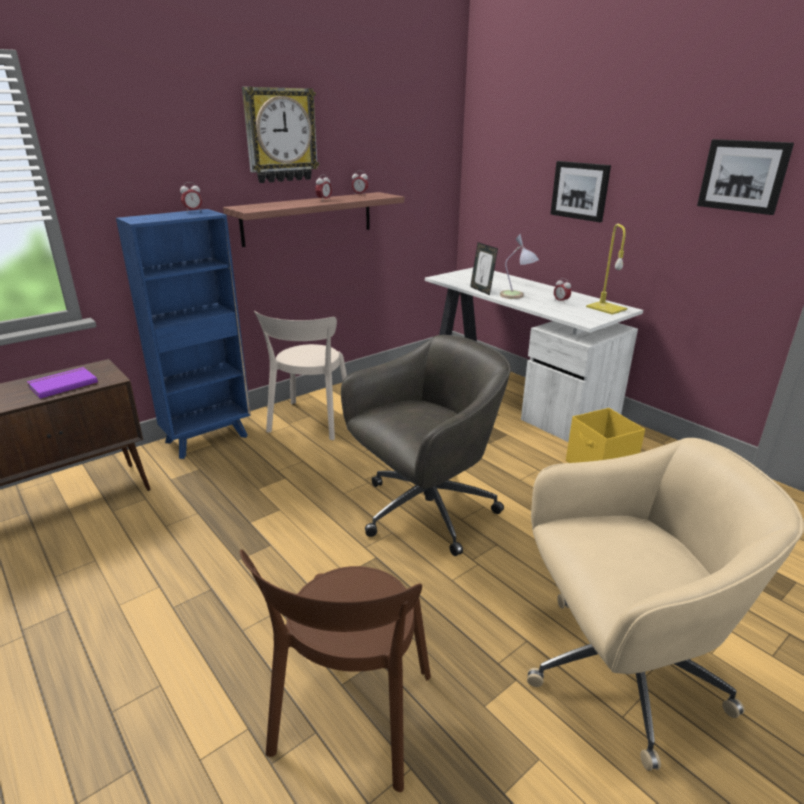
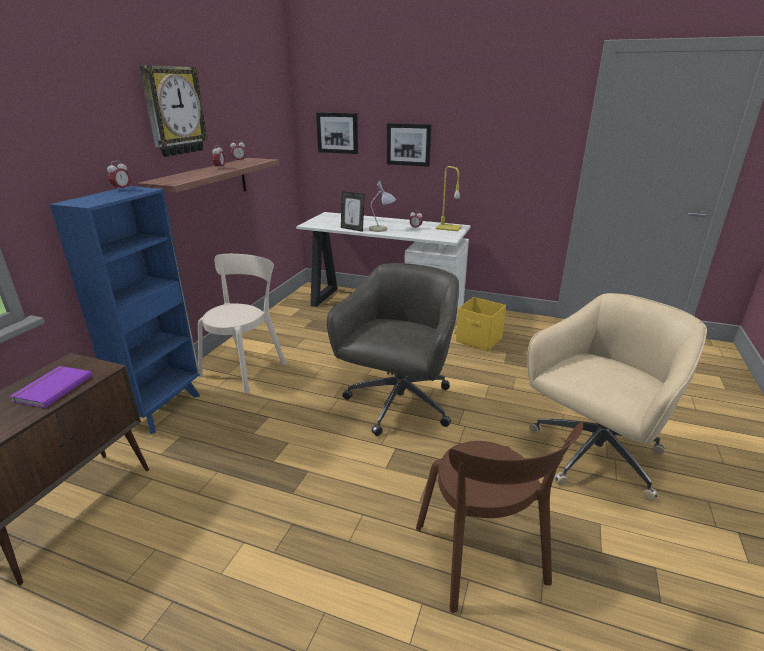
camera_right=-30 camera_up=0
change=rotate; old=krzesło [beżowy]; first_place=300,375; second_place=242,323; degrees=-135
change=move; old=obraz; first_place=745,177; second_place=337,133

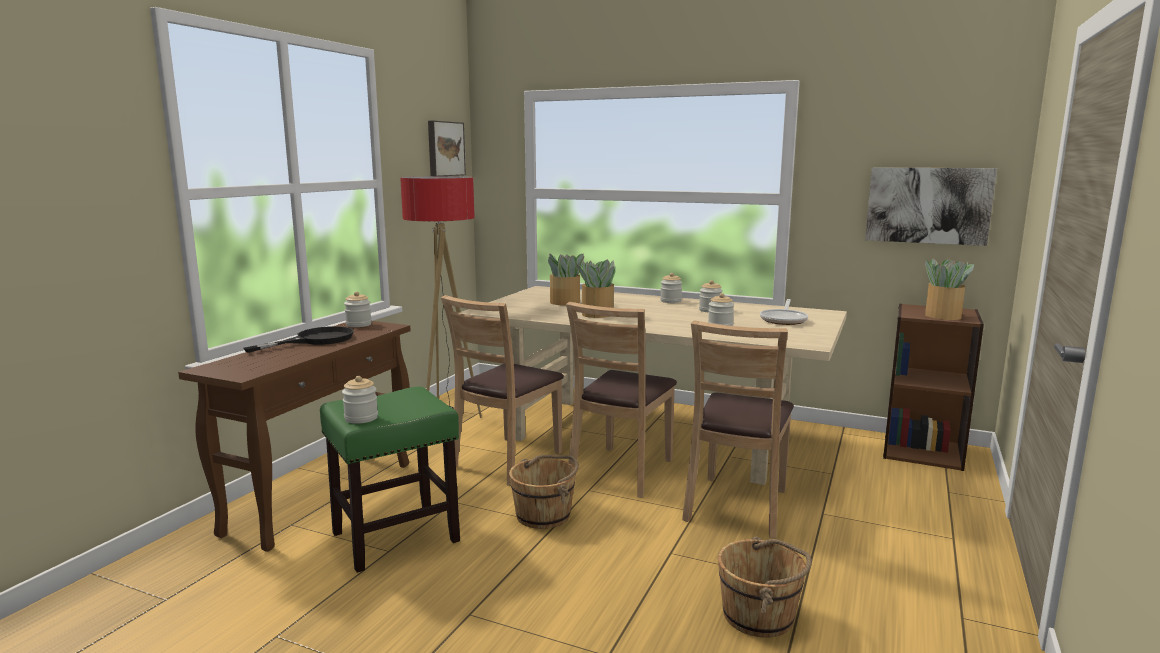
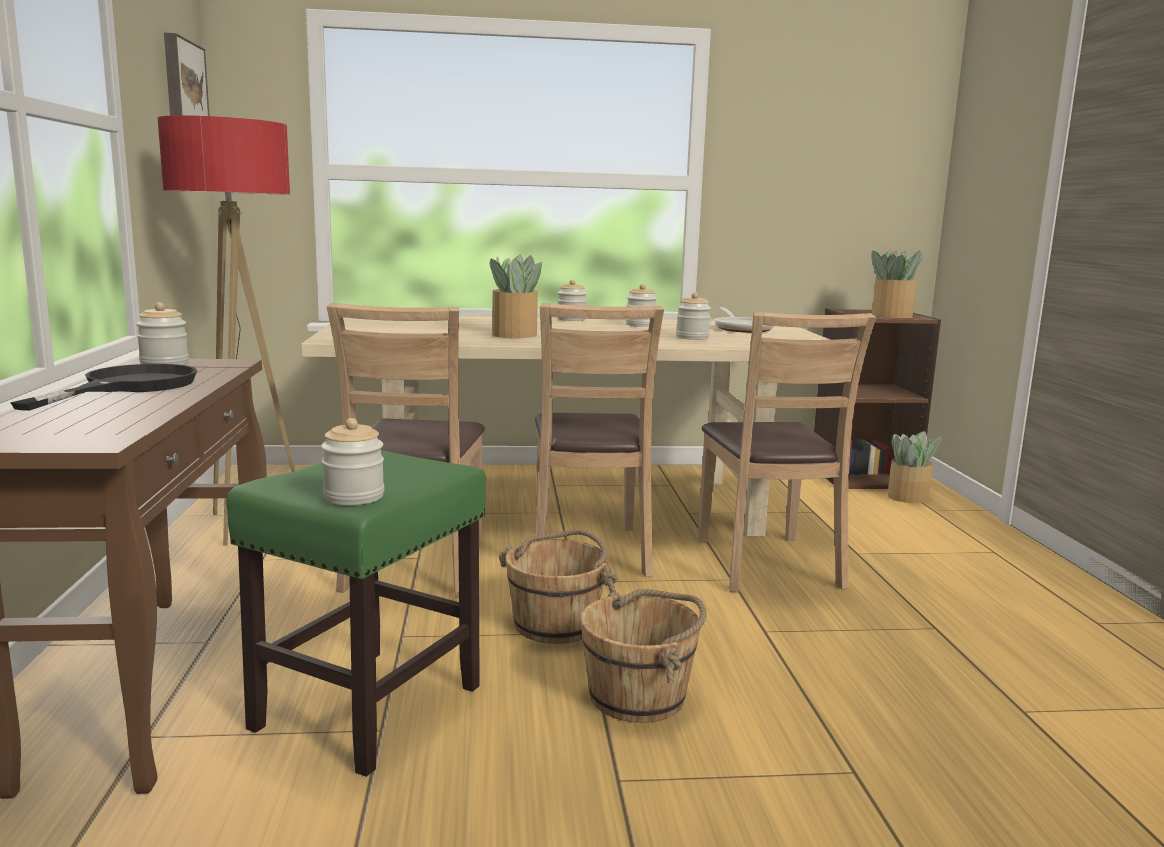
camera_right=-30 camera_up=0
change=move; old=wiadro [brązowy]; first_place=765,587; second_place=643,656
change=move; old=roślina doniczkowa; first_place=566,279; second_place=914,467
change=delete; old=obraz; first_place=931,206

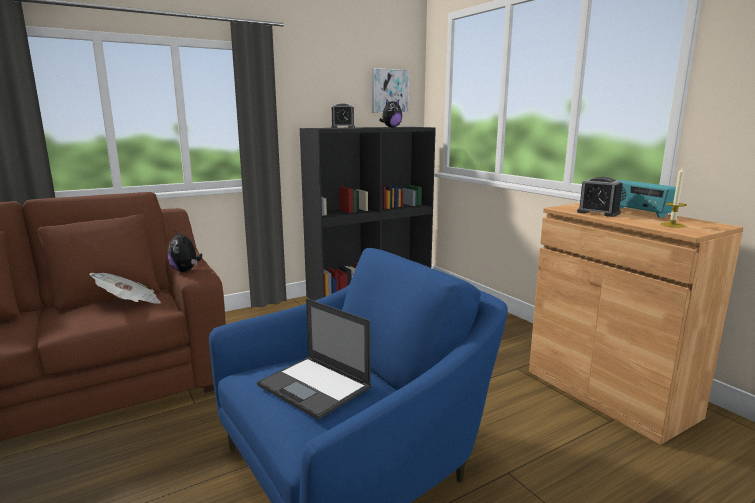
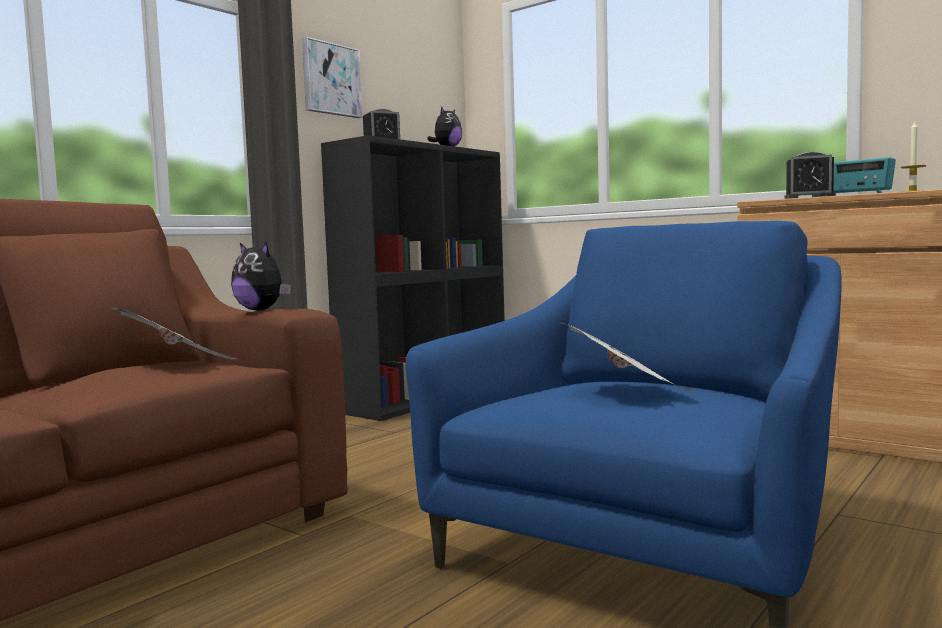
camera_right=-20 camera_up=-10
change=move; old=obraz; first_place=390,90; second_place=332,77
change=replace; old=laptop; new=gazeta; first_place=314,359; second_place=627,357

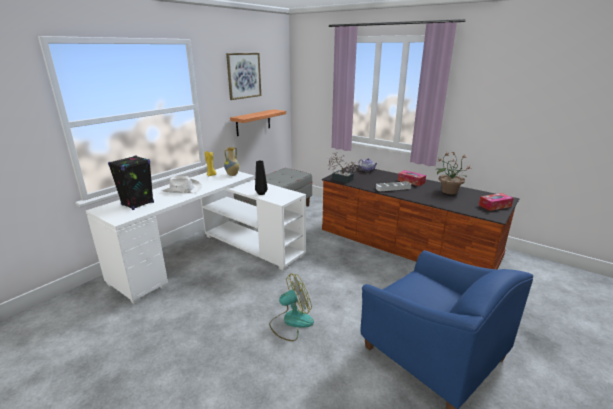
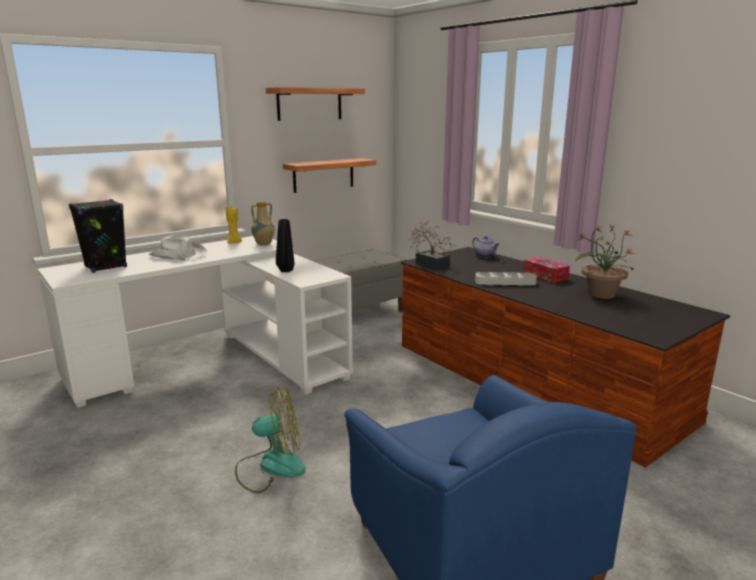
camera_right=15 camera_up=-5
change=replace; old=obraz; new=półka; first_place=243,76; second_place=315,104
change=delete; old=pudełko chusteczek; first_place=496,202

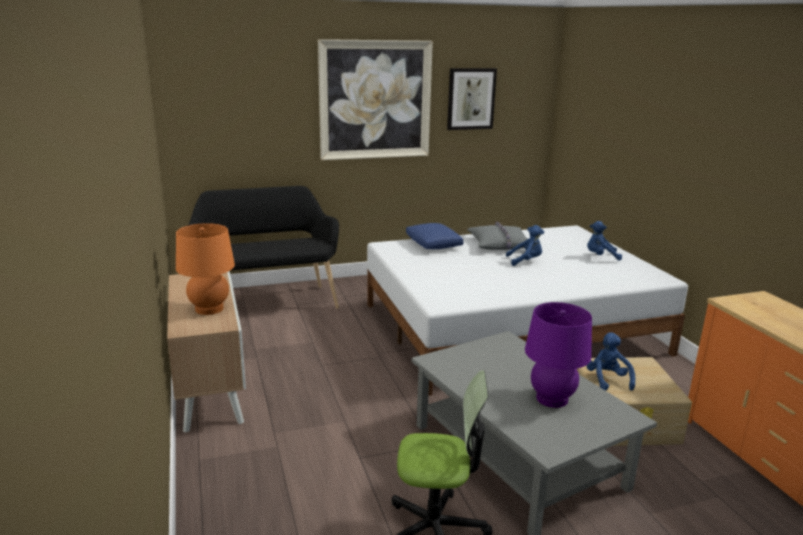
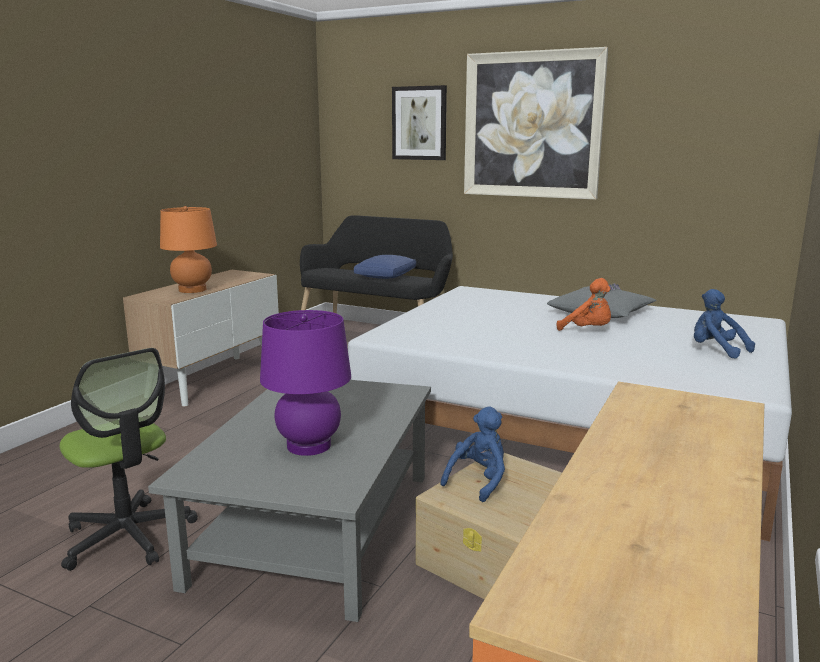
camera_right=45 camera_up=-5
change=move; old=poduszka [niebieski]; first_place=435,236; second_place=385,267
change=move; old=obraz; first_place=472,99; second_place=419,122
change=recolor; old=pluszak [niebieski]; new=pluszak [pomarańczowy]; first_place=525,245; second_place=584,304

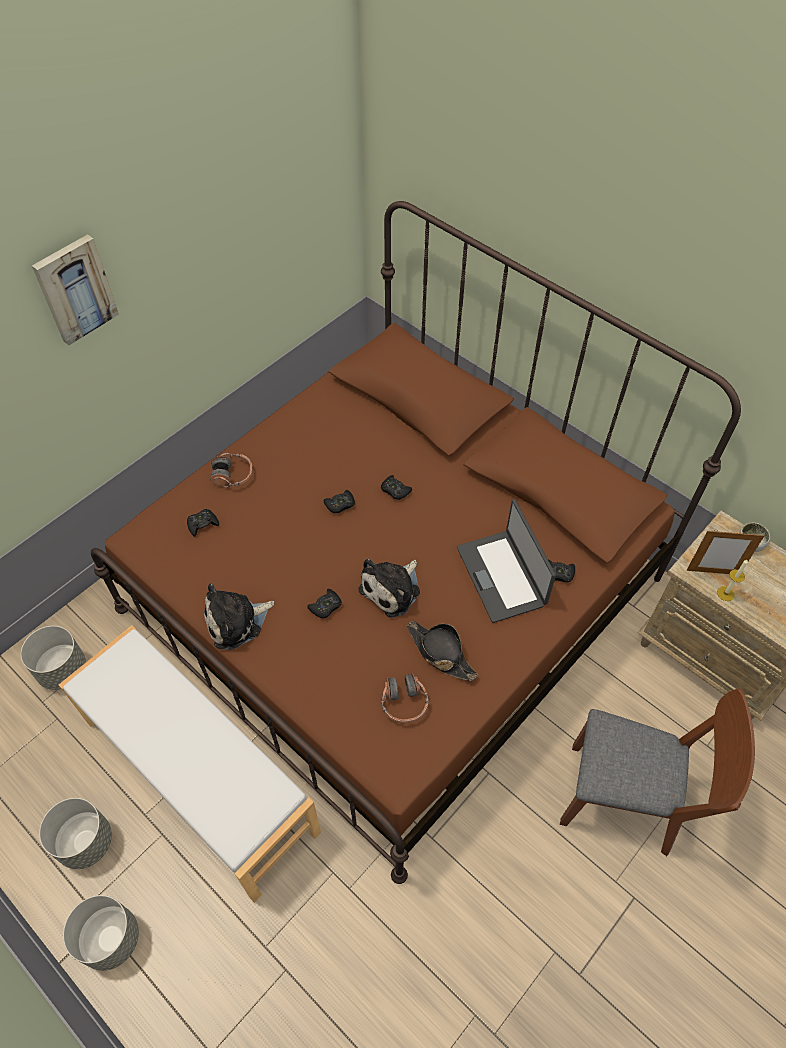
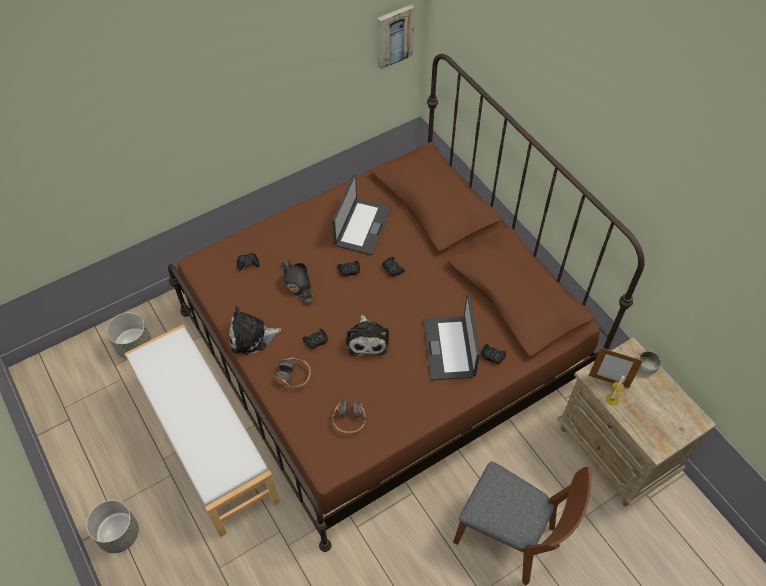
camera_right=15 camera_up=0
change=move; old=słuchawki; first_place=231,470; second_place=292,373
change=move; old=kapelusz [czarny]; first_place=442,650; second_place=297,280
change=insert; new=laptop; second_place=362,214
change=rotate; old=pluszak; first_place=389,588; second_place=367,335; degrees=-60
change=move; old=obraz; first_place=75,289; second_place=395,37
change=delete; old=donica [szary]; first_place=75,833

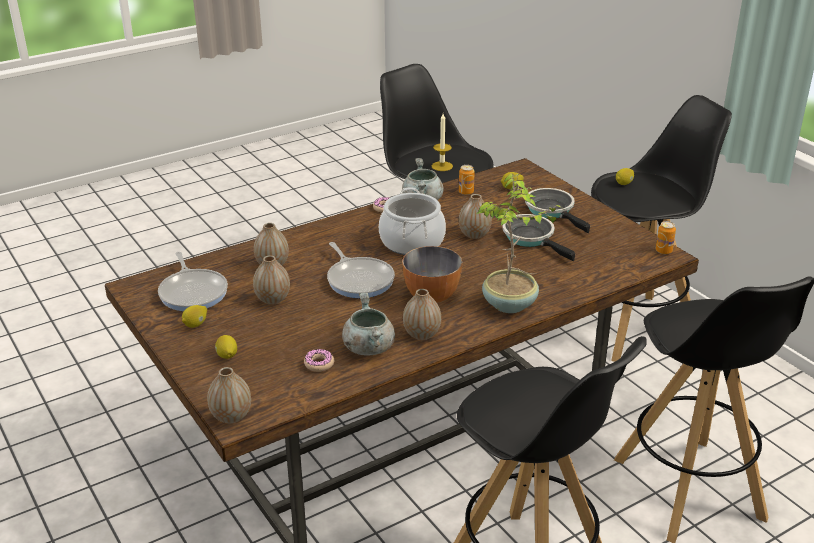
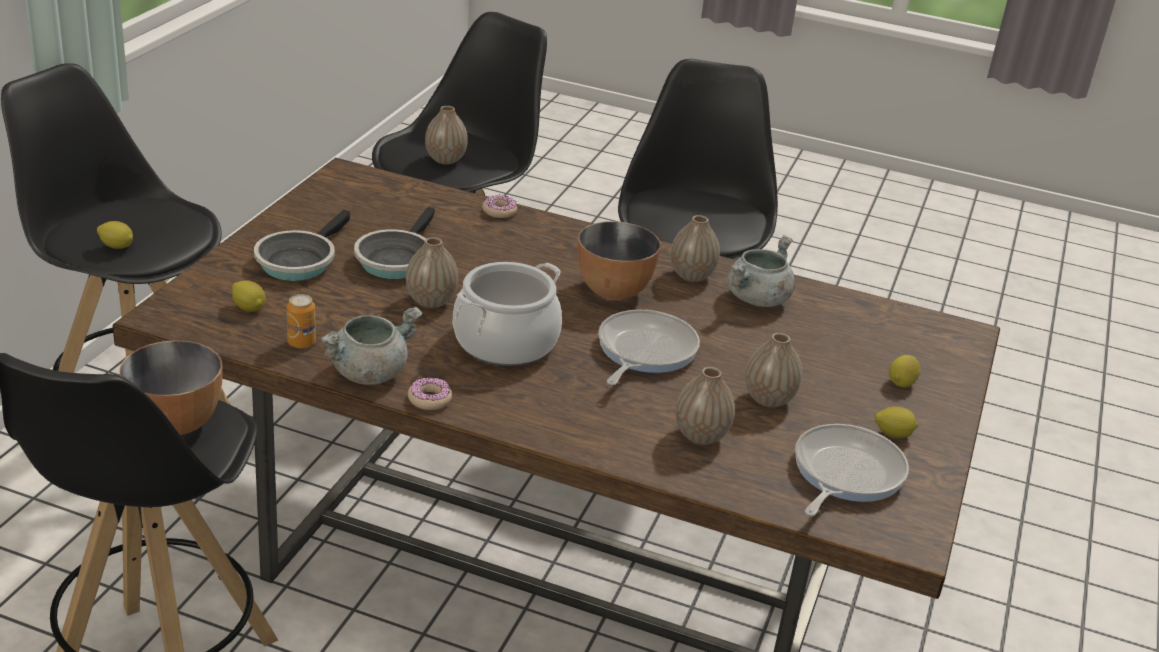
camera_right=-130 camera_up=0
change=replace; old=świeca; new=miska; first_place=442,142; second_place=171,387
change=move; old=wazon; first_place=229,395; second_place=446,135
change=move; old=donut; first_place=319,360; second_place=499,206
change=delete; old=roślina doniczkowa; first_place=519,243
change=delete; old=puszka; first_place=665,237

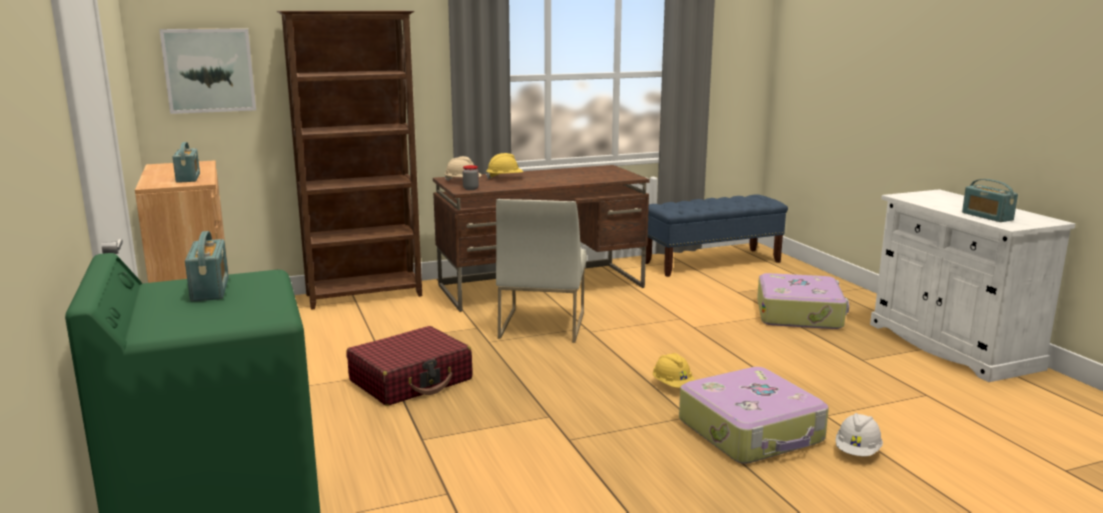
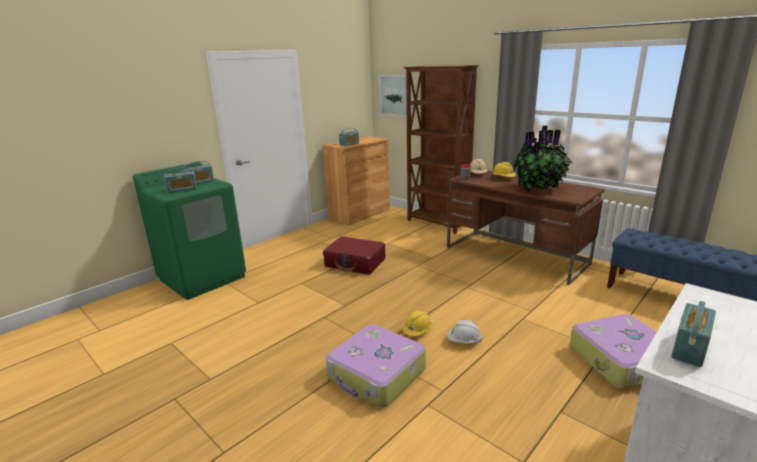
camera_right=65 camera_up=5
change=insert; new=radio; second_place=180,180
change=move; old=kask [biały]; first_place=859,434; second_place=464,331
change=insert; new=roślina doniczkowa; second_place=542,159
change=delete; old=krzesło [biały]; first_place=541,271

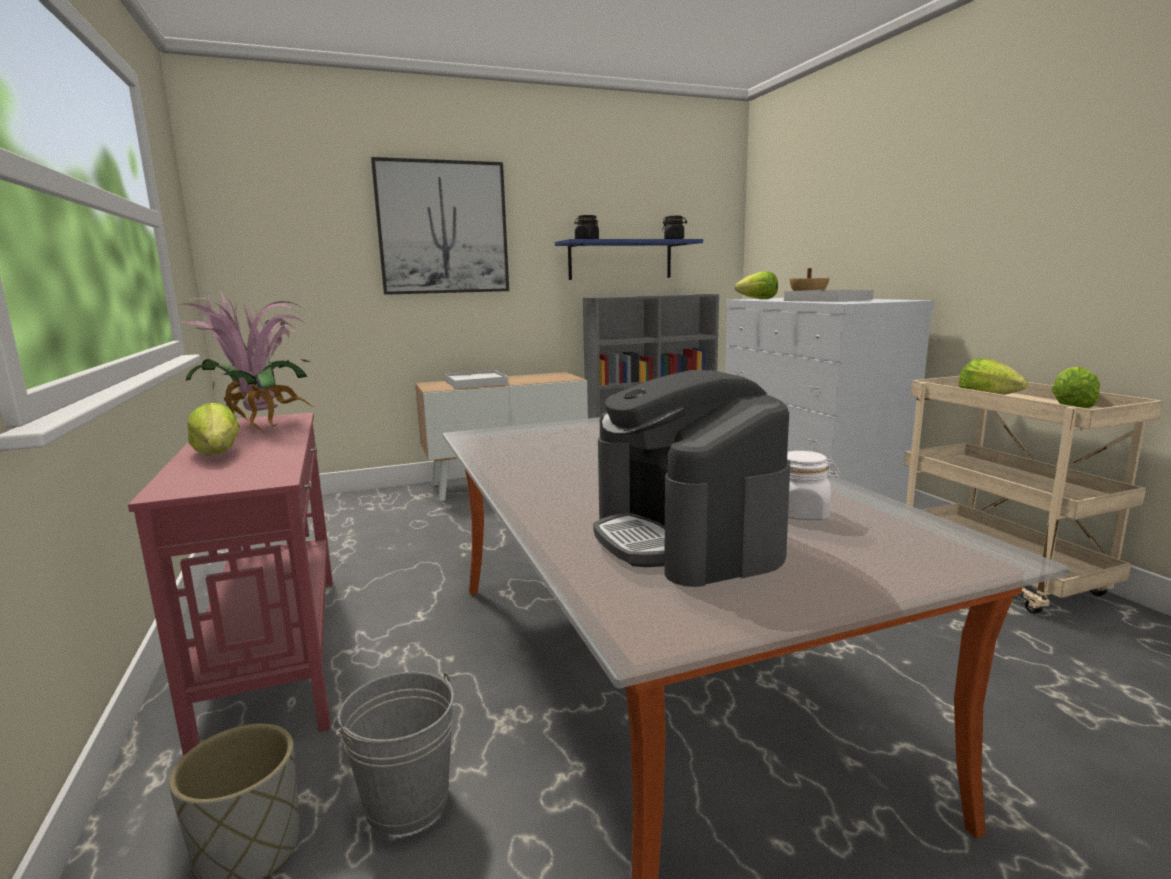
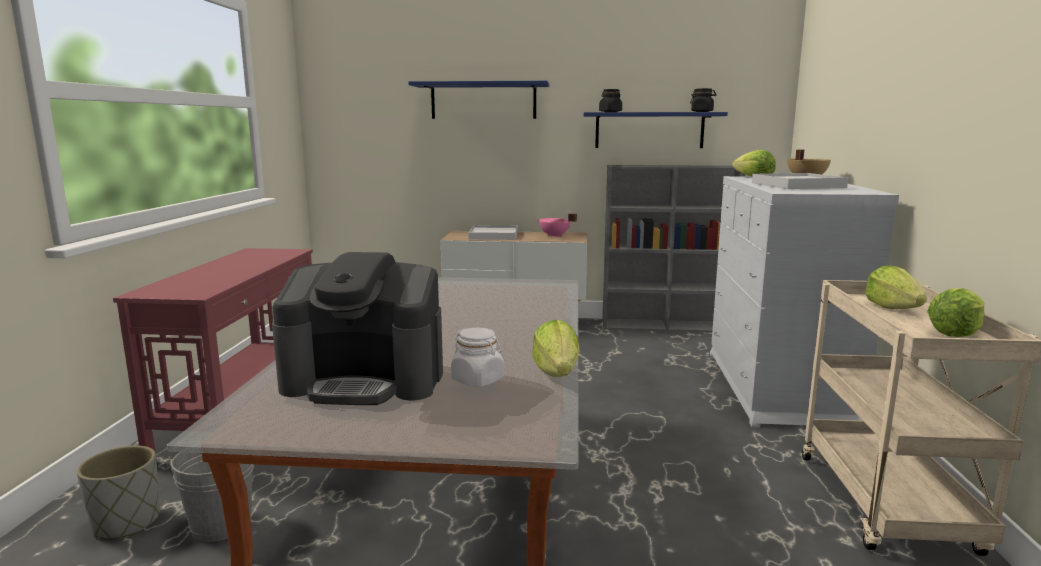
camera_right=25 camera_up=0
change=rotate; old=ekspres do kawy; first_place=691,478; second_place=357,328; degrees=-90
change=replace; old=obraz; new=półka [niebieski]; first_place=440,226; second_place=478,100
change=move; old=sałata; first_place=213,429; second_place=556,348
change=insert; new=garnek [różowy]; second_place=557,225
change=delete; old=roślina doniczkowa; first_place=246,363

